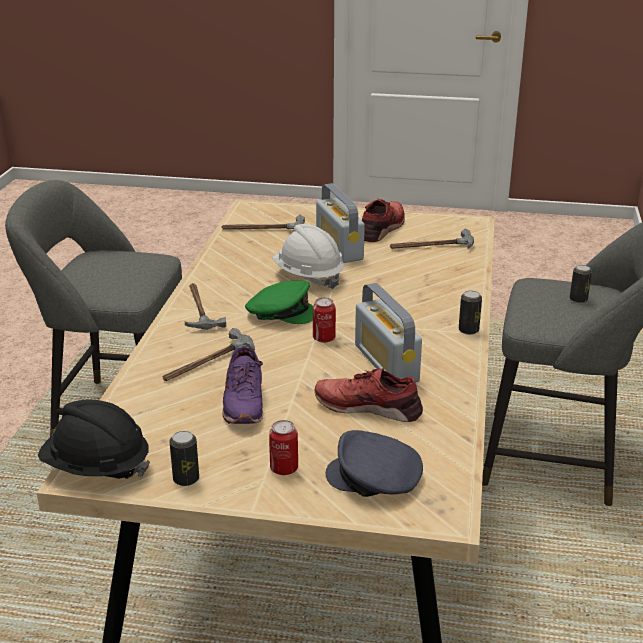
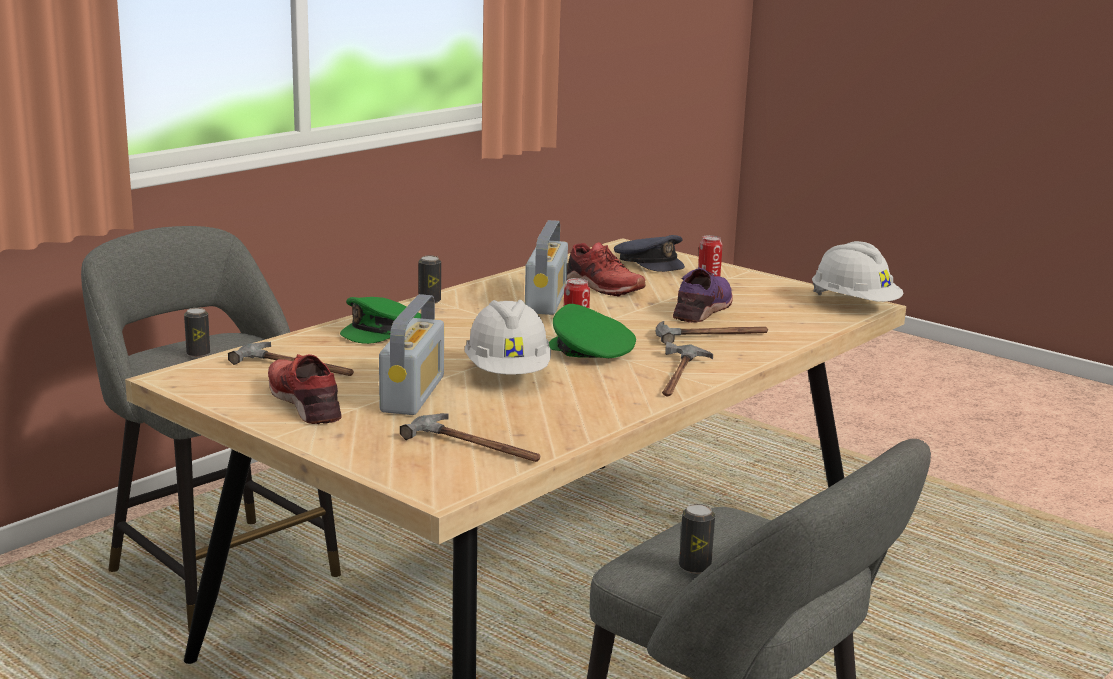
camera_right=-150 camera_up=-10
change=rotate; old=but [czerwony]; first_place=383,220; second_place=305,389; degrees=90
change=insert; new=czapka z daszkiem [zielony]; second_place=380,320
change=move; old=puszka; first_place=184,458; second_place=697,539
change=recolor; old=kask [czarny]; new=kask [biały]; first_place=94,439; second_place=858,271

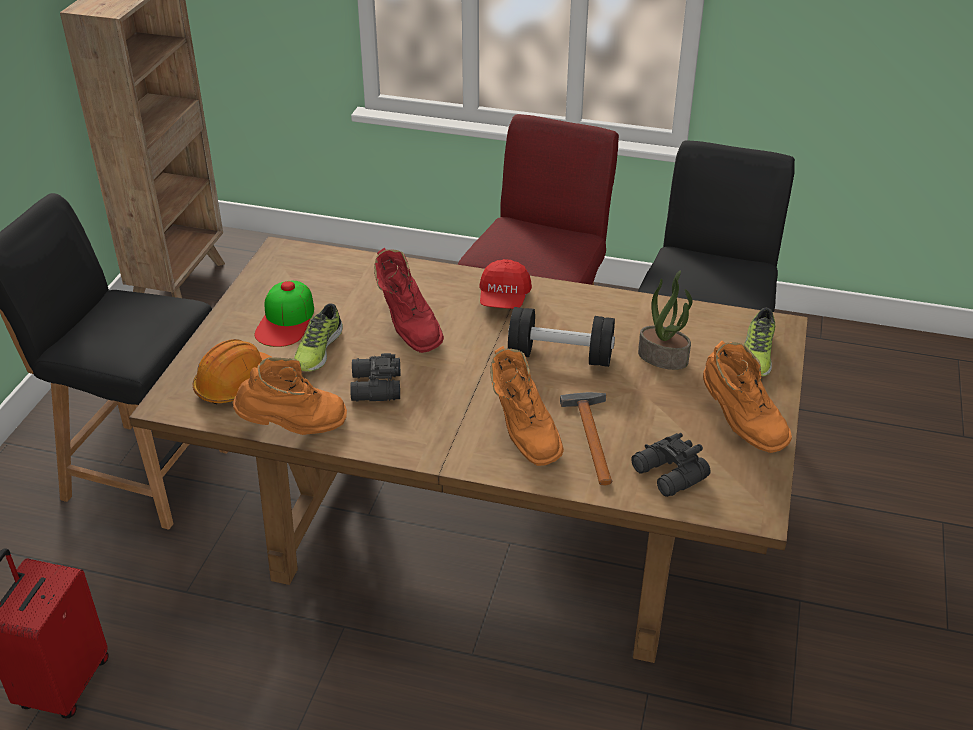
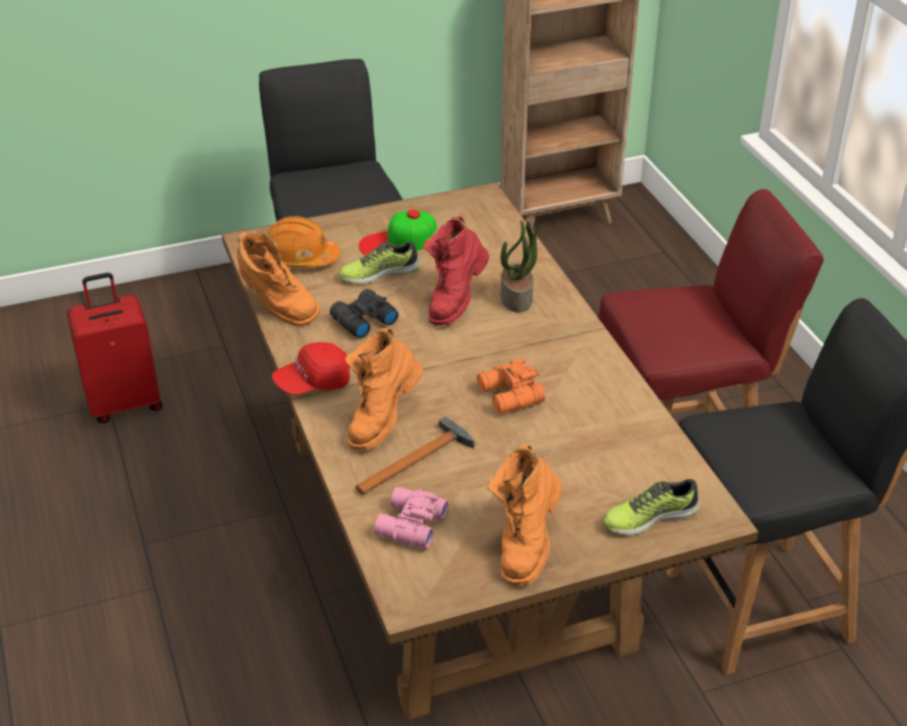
camera_right=55 camera_up=0
change=move; old=czapka z daszkiem [czerwony]; first_place=505,284; second_place=311,368
change=recolor; old=lornetka [czarny]; new=lornetka [różowy]; first_place=671,465; second_place=411,518
change=replace; old=hantel [czarny]; new=lornetka [pomarańczowy]; first_place=561,337; second_place=511,386
change=move; old=roślina doniczkowa; first_place=665,320; second_place=523,266

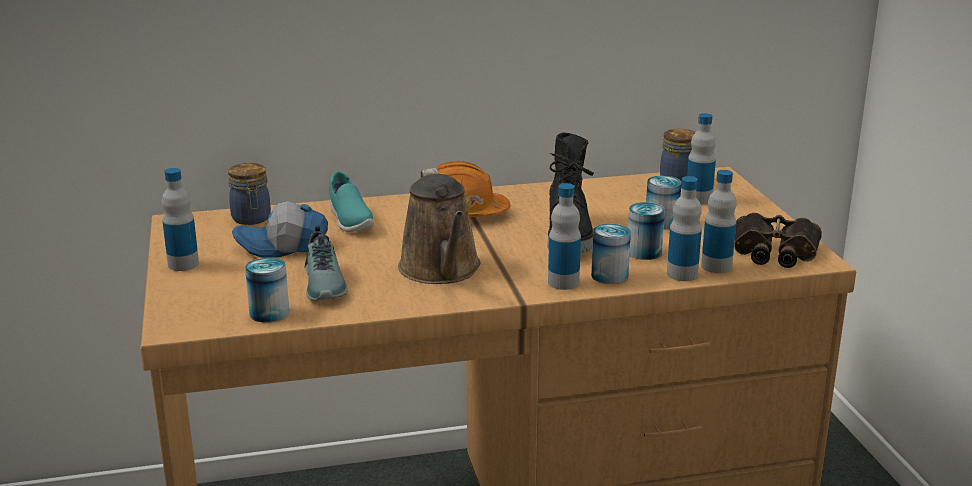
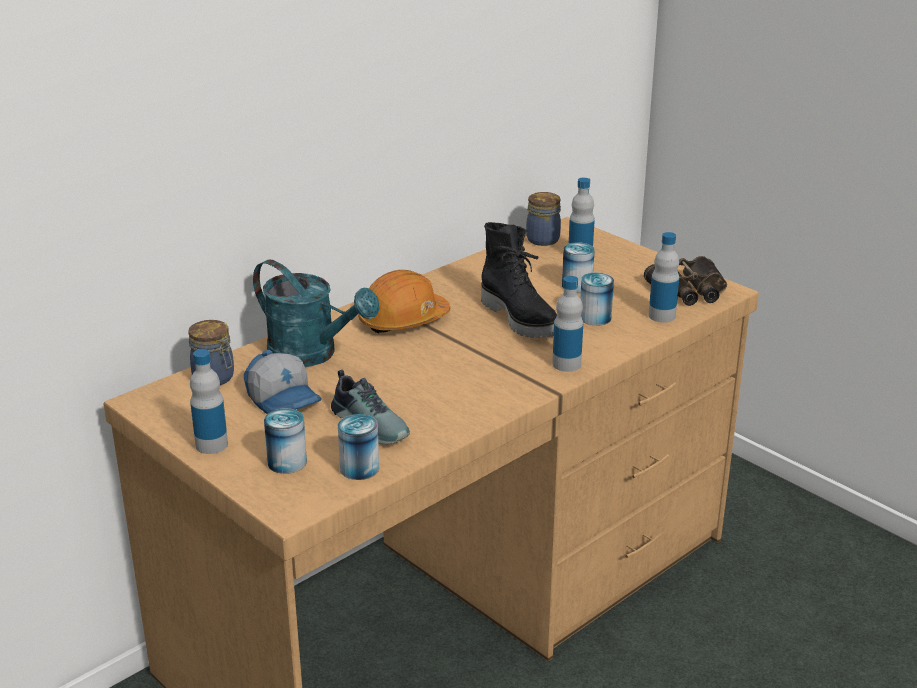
camera_right=-30 camera_up=5
change=rotate; old=czapka z daszkiem; first_place=280,229; second_place=282,382; degrees=-90
change=replace; old=but [turkusowy]; new=konewka [turkusowy]; first_place=351,201; second_place=316,313
change=move; old=puszka; first_place=611,254; second_place=285,441
change=delete; old=konewka [brązowy]; first_place=439,226
change=delete; old=butelka; first_place=684,228

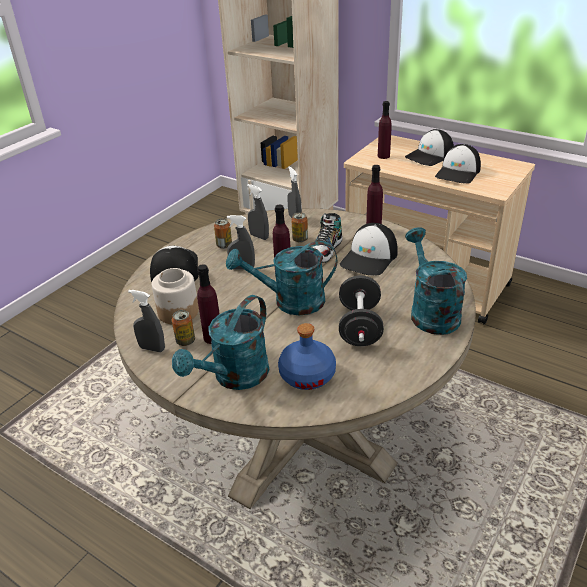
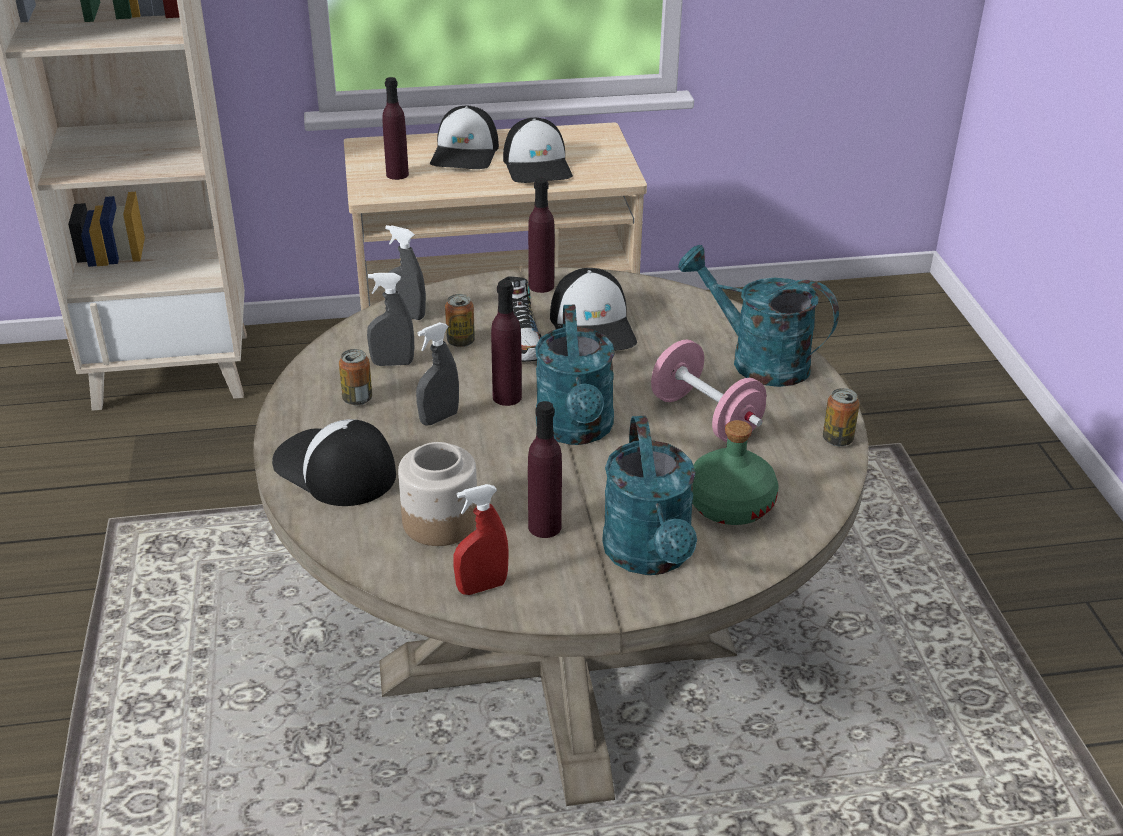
camera_right=-45 camera_up=0
change=recolor; old=spryskiwacz [szary]; new=spryskiwacz [czerwony]; first_place=146,321; second_place=481,539
change=rotate; old=konewka [turkusowy]; first_place=281,278; second_place=575,375; degrees=-45
change=recolor; old=hantel [czarny]; new=hantel [różowy]; first_place=361,310; second_place=708,390
change=recolor; old=butelka [niebieski]; new=butelka [zielony]; first_place=307,356; second_place=735,472
change=move; old=puszka; first_place=183,328; second_place=841,417

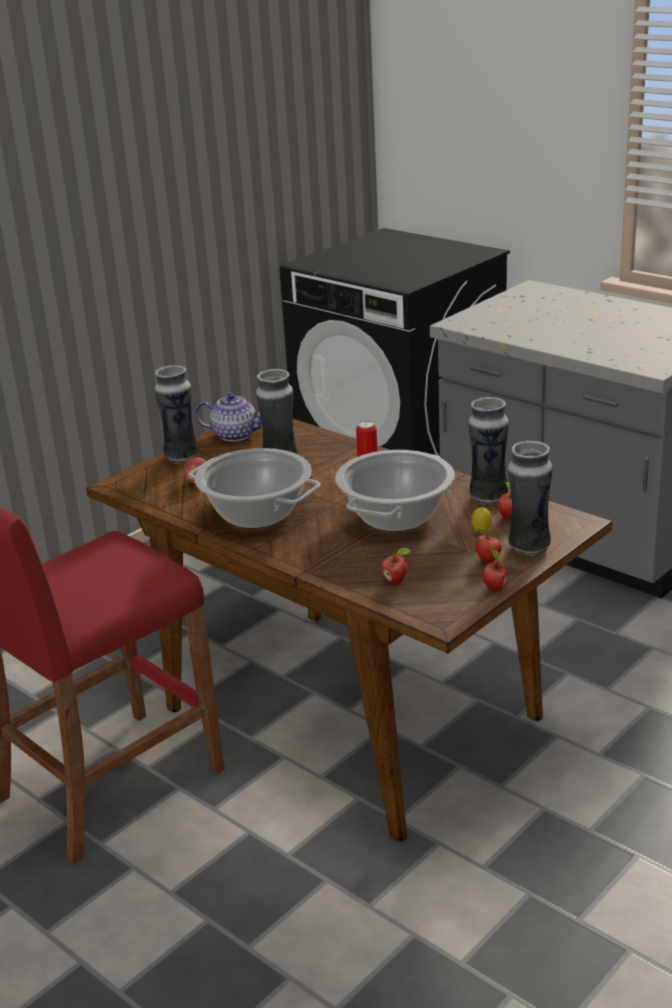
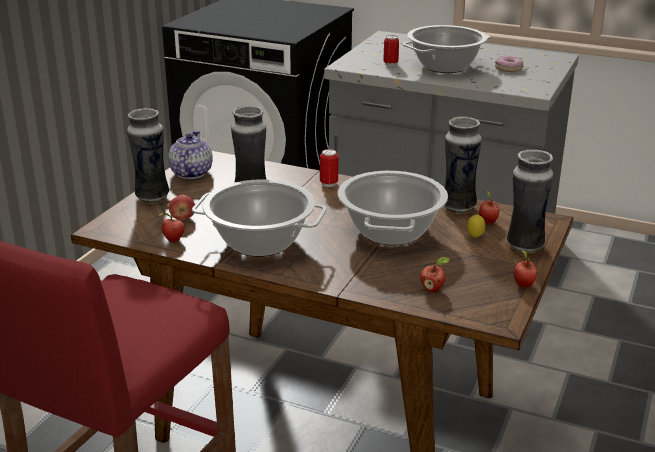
camera_right=-20 camera_up=0
change=move; old=jabłko; first_place=487,546; second_place=172,227
change=rotate; old=imbryk; first_place=228,417; second_place=190,154; degrees=-75
change=insert; new=puszka; second_place=391,50
change=insert; new=garnek; second_place=446,49
change=insert; new=donut; second_place=509,64

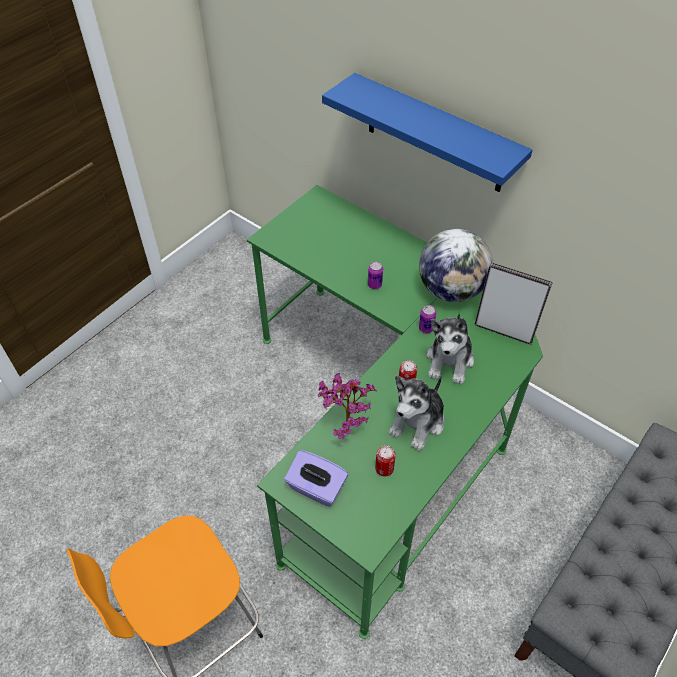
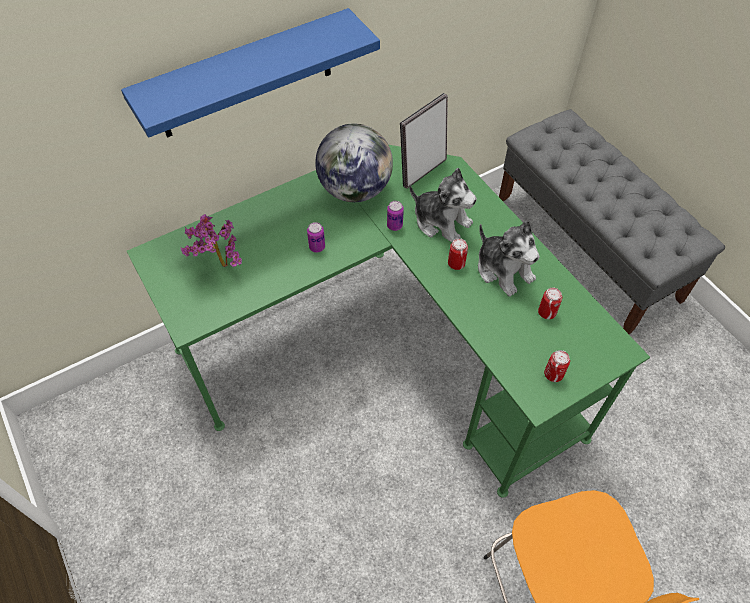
camera_right=-70 camera_up=5
change=move; old=roślina doniczkowa; first_place=347,406; second_place=211,240
change=replace; old=pudełko chusteczek [fioletowy]; new=puszka; first_place=316,478; second_place=557,366

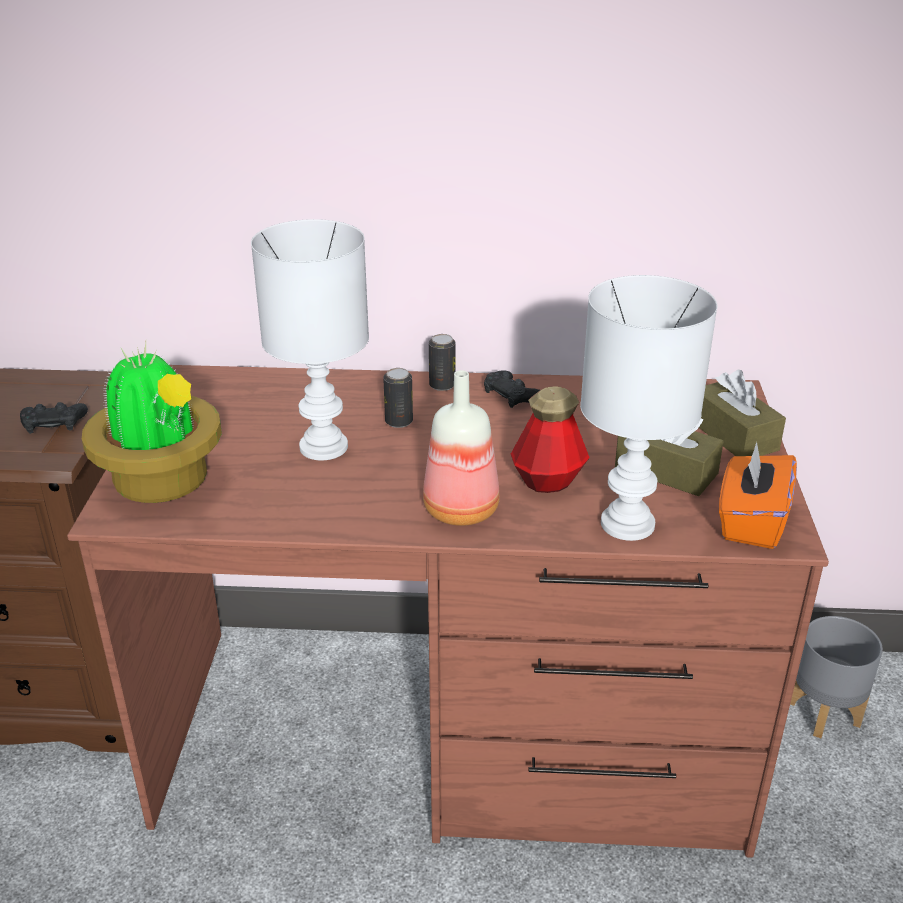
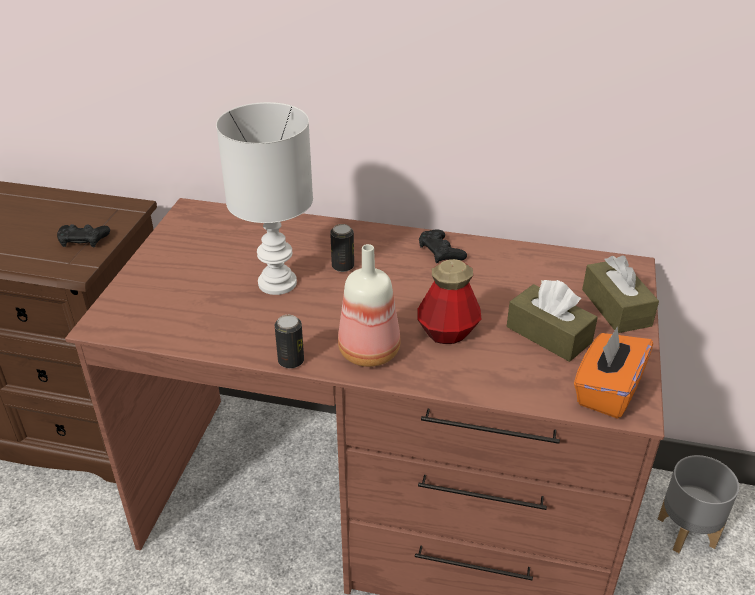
camera_right=10 camera_up=5
change=move; old=puszka; first_place=442,362; second_place=289,342
change=delete; old=roślina doniczkowa; first_place=152,423
change=delete; old=lampa stołowa [biały]; first_place=648,408

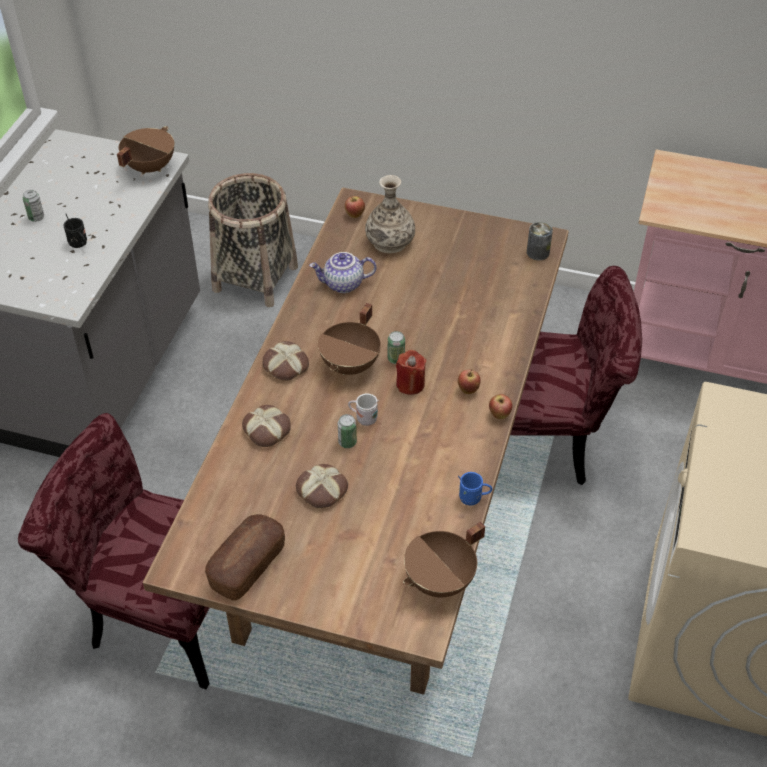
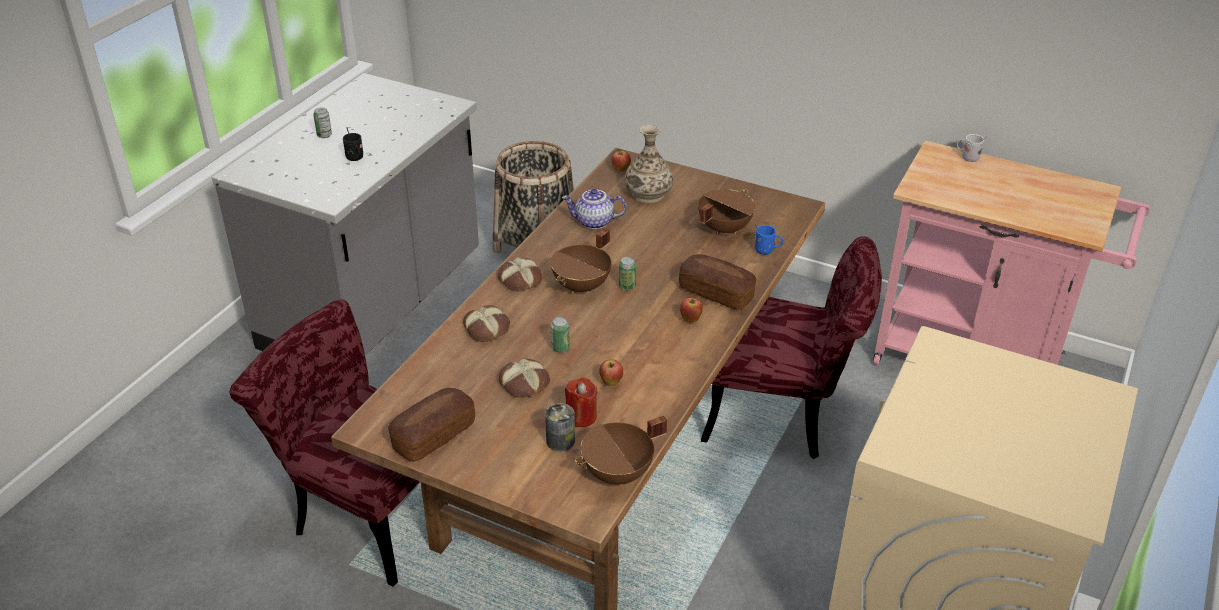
camera_right=10 camera_up=-10
change=move; old=puszka; first_place=540,241; second_place=560,427
change=move; old=świeca [czerwony]; first_place=411,372; second_place=581,402
change=move; old=jabłko; first_place=500,406; second_place=611,373
change=insert; new=chleb; second_place=717,282
change=move; old=garnek [brązowy]; first_place=145,150; second_place=726,212
change=move; old=kubek [niebieski]; first_place=475,489; second_place=769,239
change=move; old=kubek [biały]; first_place=363,410; second_place=971,148

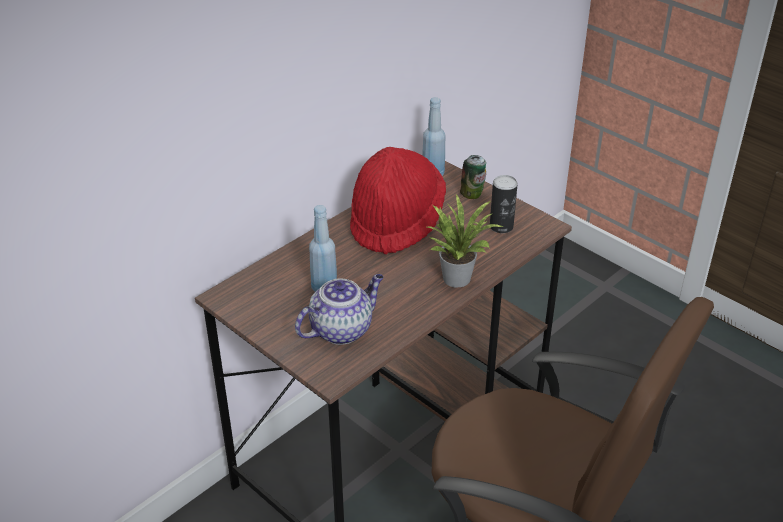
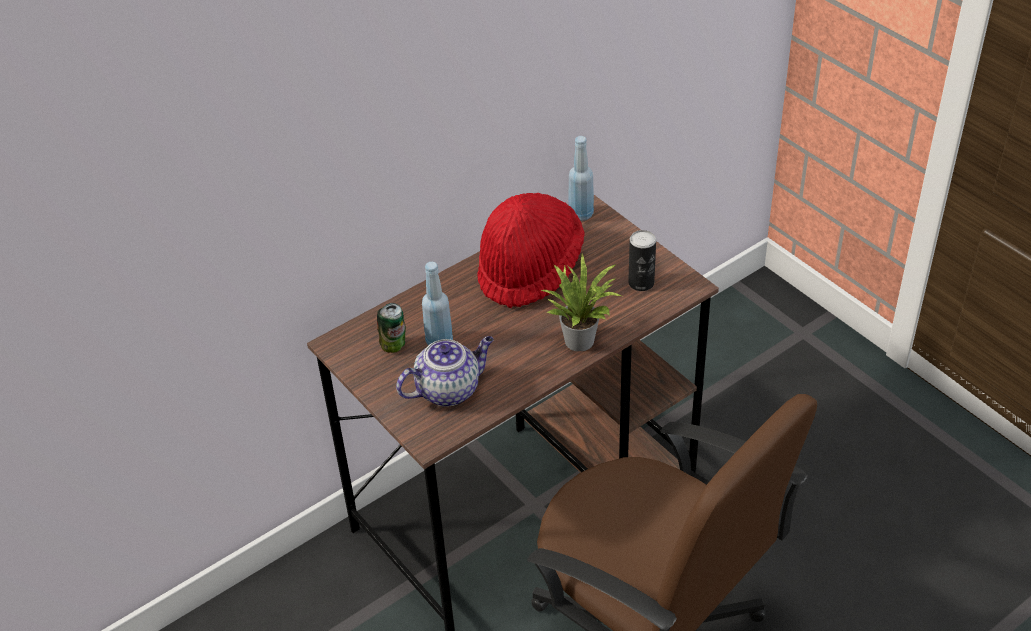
camera_right=10 camera_up=5
change=move; old=puszka; first_place=473,177; second_place=391,328

